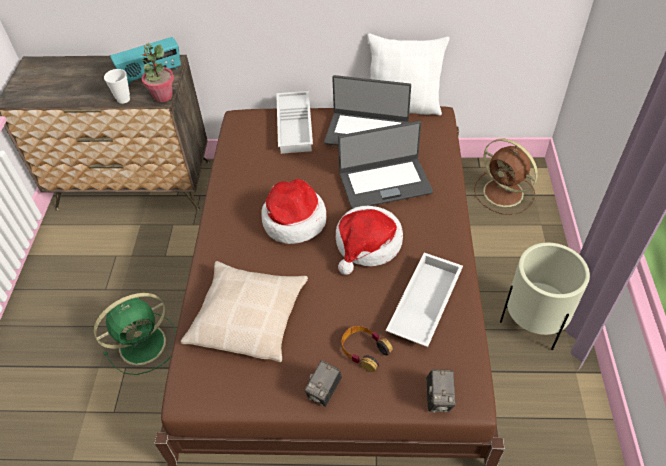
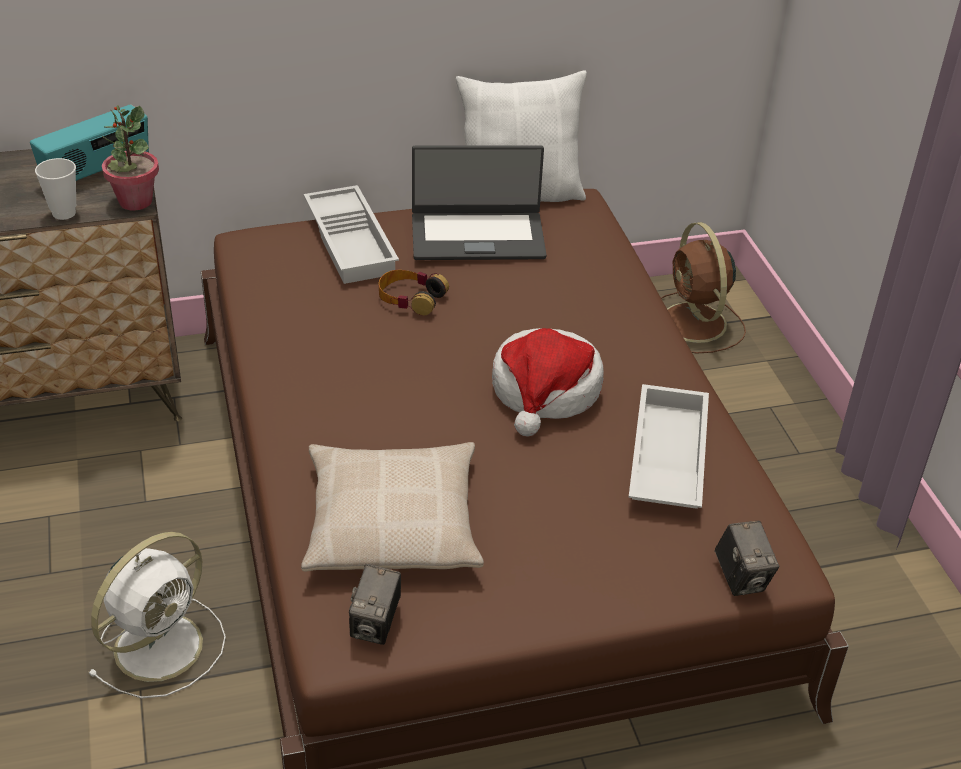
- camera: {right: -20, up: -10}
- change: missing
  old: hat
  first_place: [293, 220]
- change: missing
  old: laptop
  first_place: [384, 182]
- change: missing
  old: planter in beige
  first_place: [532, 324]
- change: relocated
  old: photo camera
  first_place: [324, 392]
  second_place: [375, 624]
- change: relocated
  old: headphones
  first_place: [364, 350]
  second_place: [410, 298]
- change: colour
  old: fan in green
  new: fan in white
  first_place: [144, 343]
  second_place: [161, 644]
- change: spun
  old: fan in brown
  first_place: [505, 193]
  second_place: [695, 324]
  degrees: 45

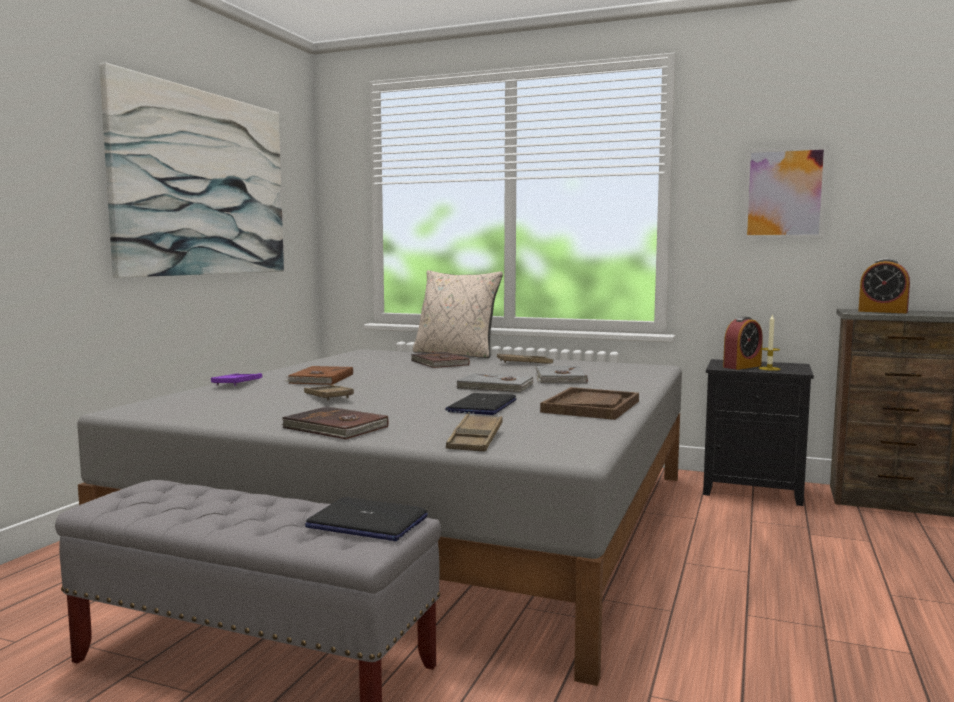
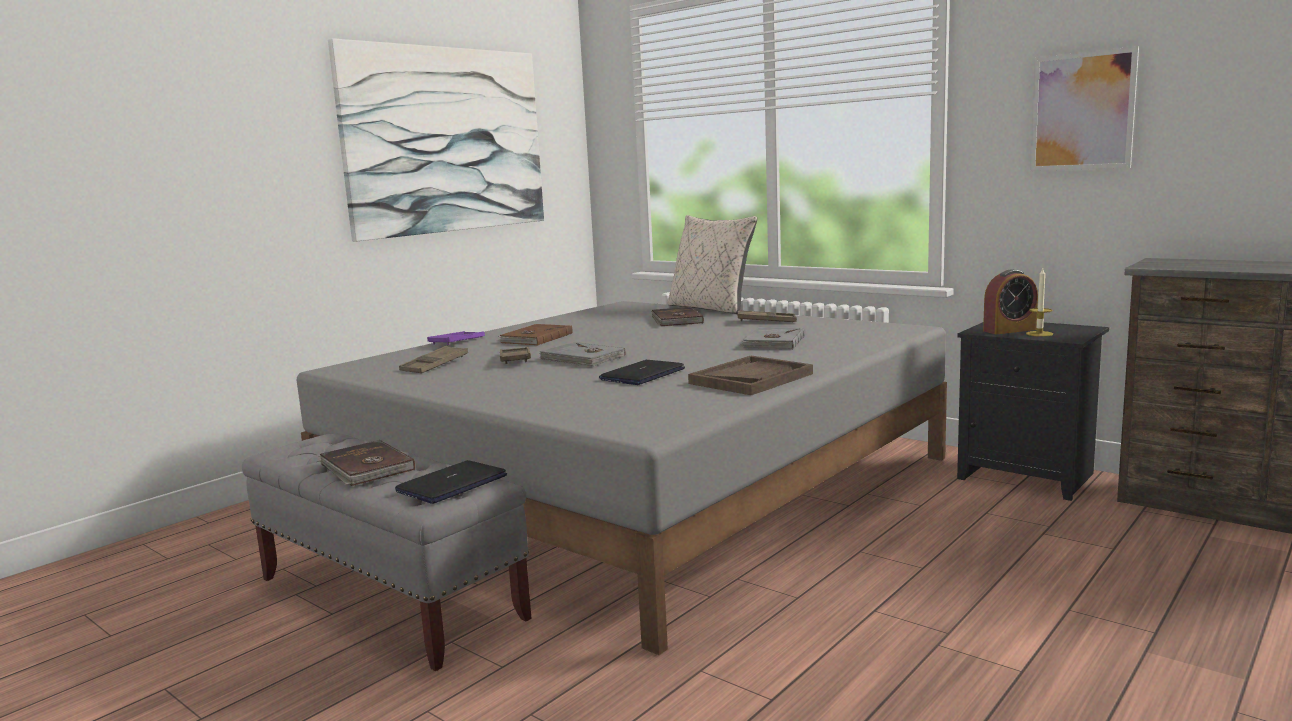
- camera: {right: 20, up: 5}
- change: missing
  old: alarm clock
  first_place: [882, 311]
- change: relocated
  old: book in brown
  first_place: [335, 428]
  second_place: [365, 468]
- change: relocated
  old: tray in brown
  first_place: [475, 440]
  second_place: [435, 365]
- change: relocated
  old: book in grey
  first_place: [495, 387]
  second_place: [582, 359]
- change: spun
  old: laptop
  first_place: [366, 522]
  second_place: [452, 484]
  degrees: 90

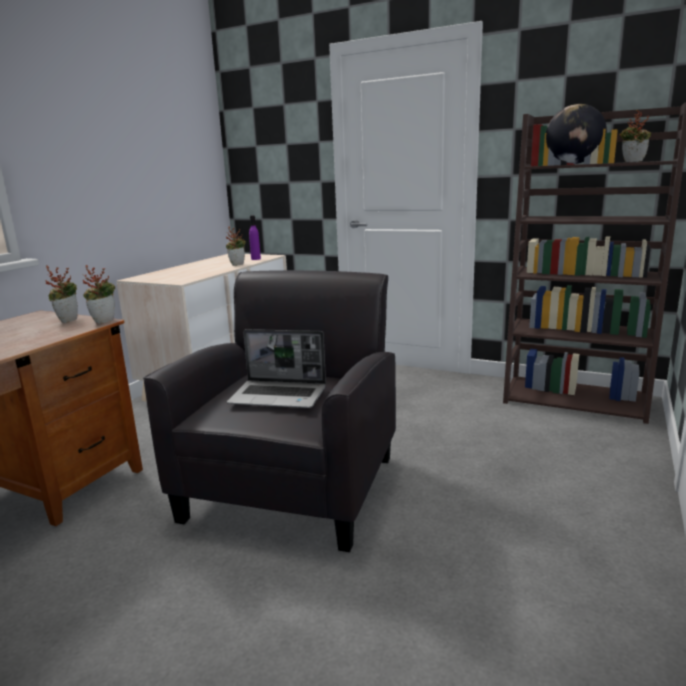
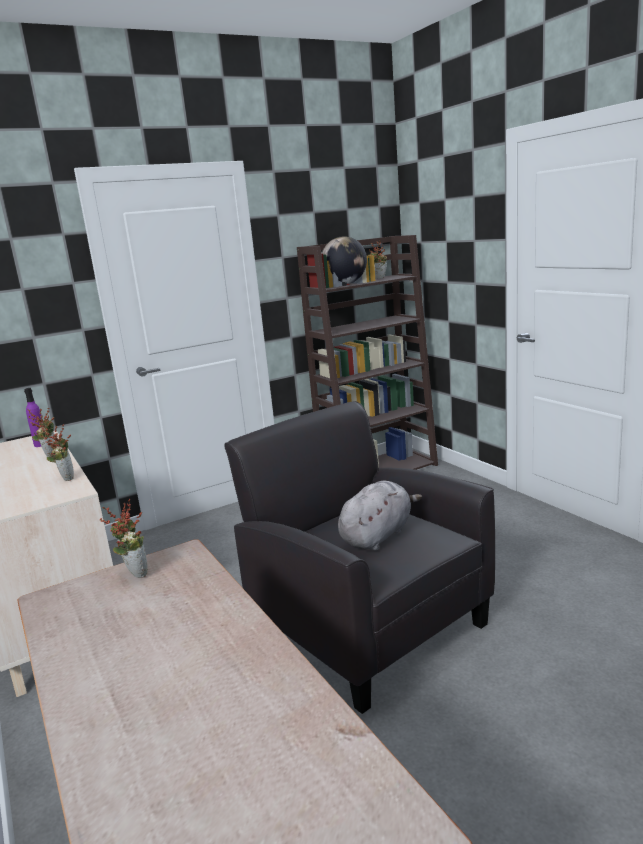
- camera: {right: -55, up: 0}
- change: relocated
  old: potted plant
  first_place: [104, 321]
  second_place: [65, 478]
- change: exchanged
  old: laptop
  new: plush toy in grey
  first_place: [280, 396]
  second_place: [378, 535]

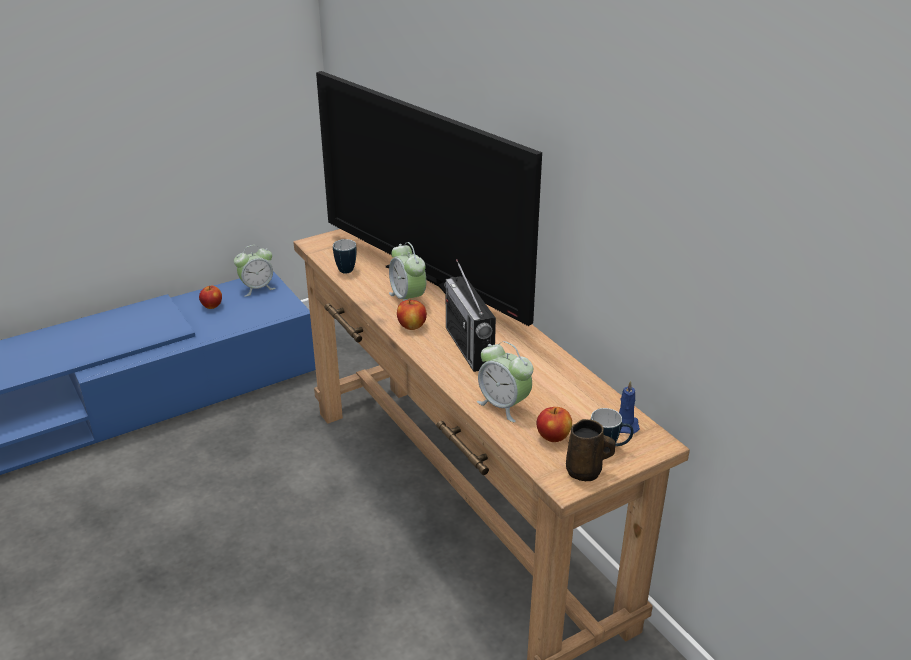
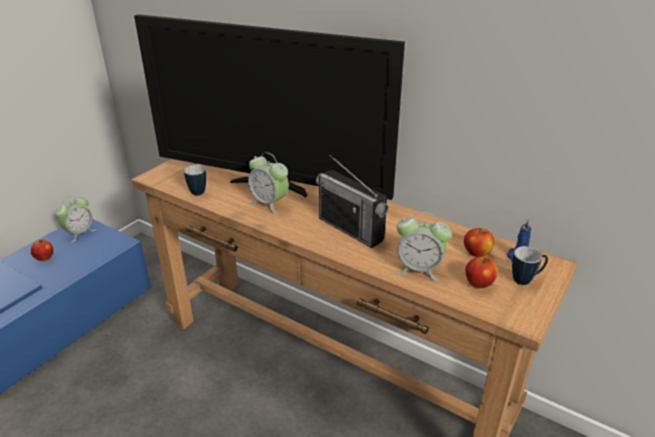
- camera: {right: -25, up: 0}
- change: missing
  old: mug in brown
  first_place: [586, 472]
- change: relocated
  old: apple
  first_place: [412, 326]
  second_place: [477, 253]

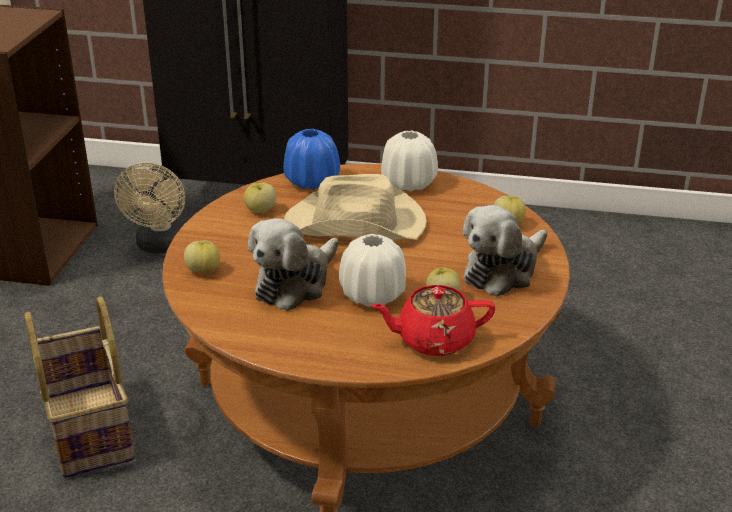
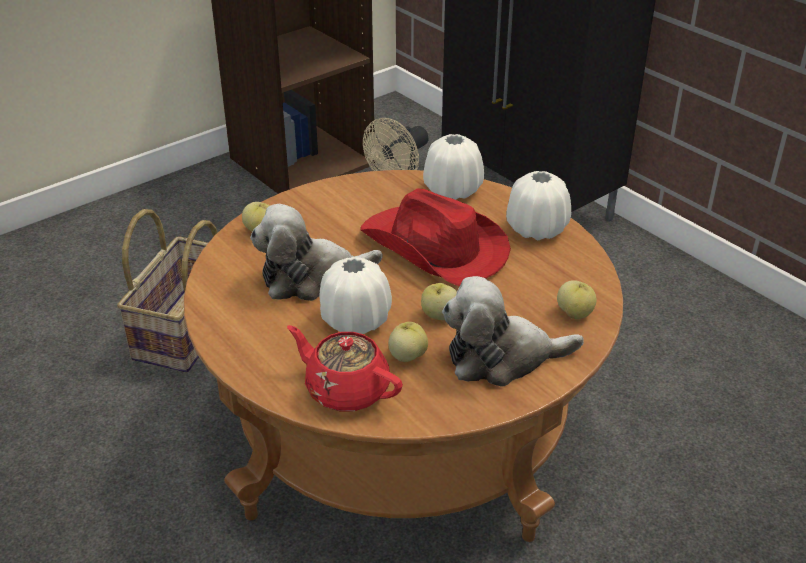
- camera: {right: 40, up: 5}
- change: relocated
  old: apple
  first_place: [260, 210]
  second_place: [439, 316]
- change: colour
  old: vase in blue
  new: vase in white
  first_place: [311, 182]
  second_place: [452, 190]
- change: colour
  old: hat in beige
  new: hat in red
  first_place: [356, 224]
  second_place: [434, 248]

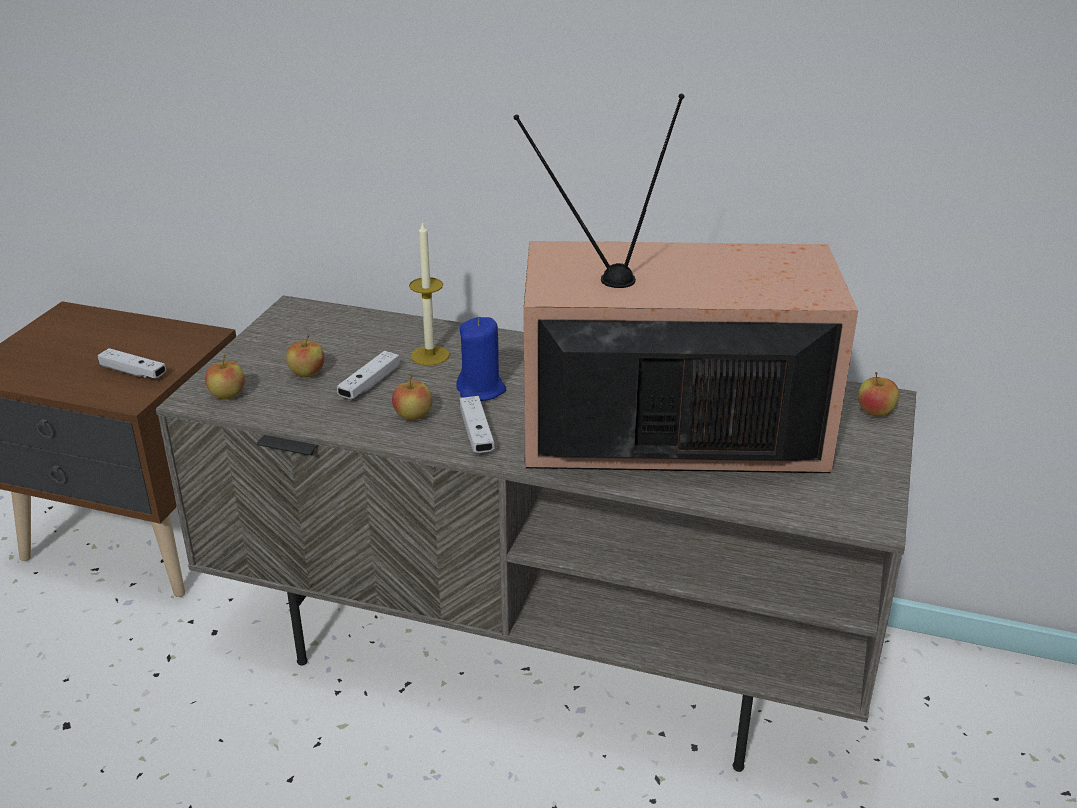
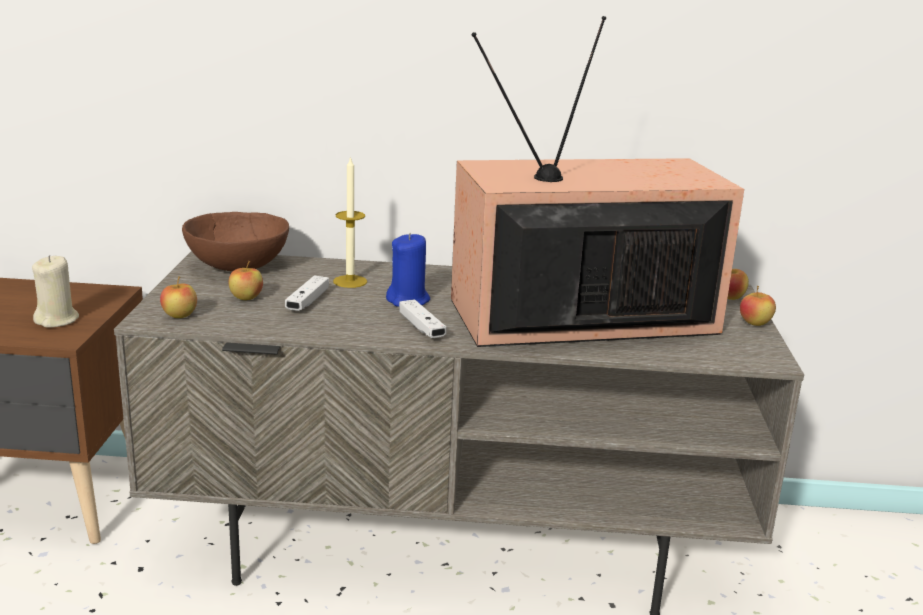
- camera: {right: -15, up: -10}
- change: appeared
  new: bowl in brown
  second_place: [236, 267]
- change: relocated
  old: apple
  first_place: [413, 416]
  second_place: [754, 323]
- change: exchanged
  old: game controller in white
  new: candle in beige
  first_place: [133, 372]
  second_place: [57, 320]

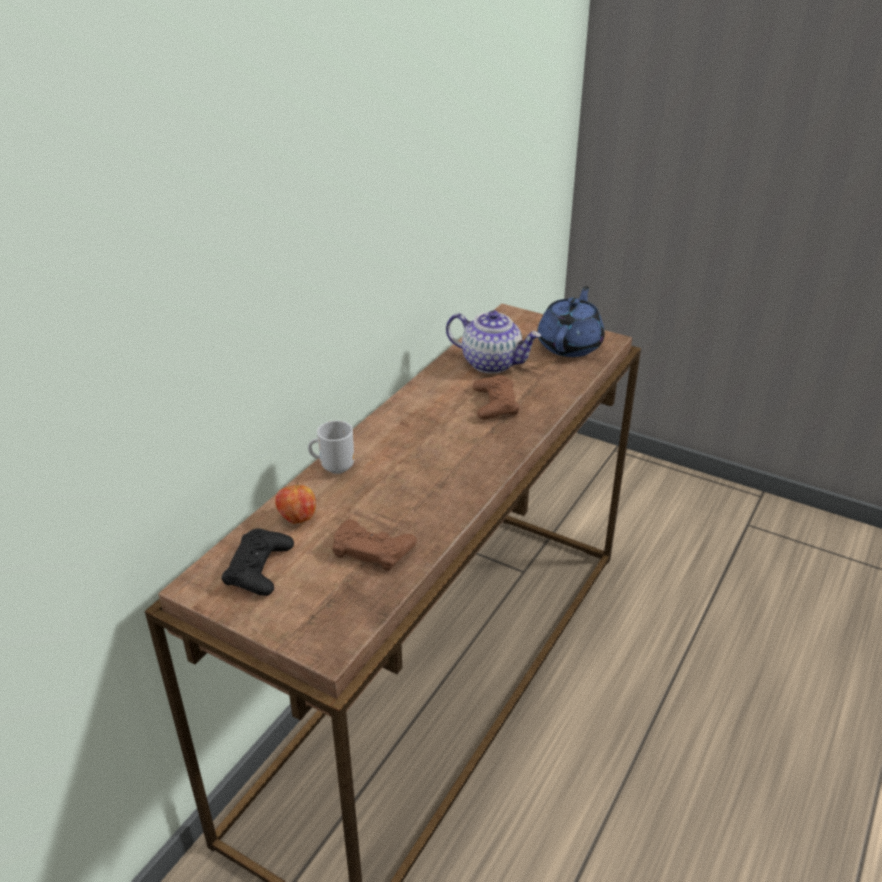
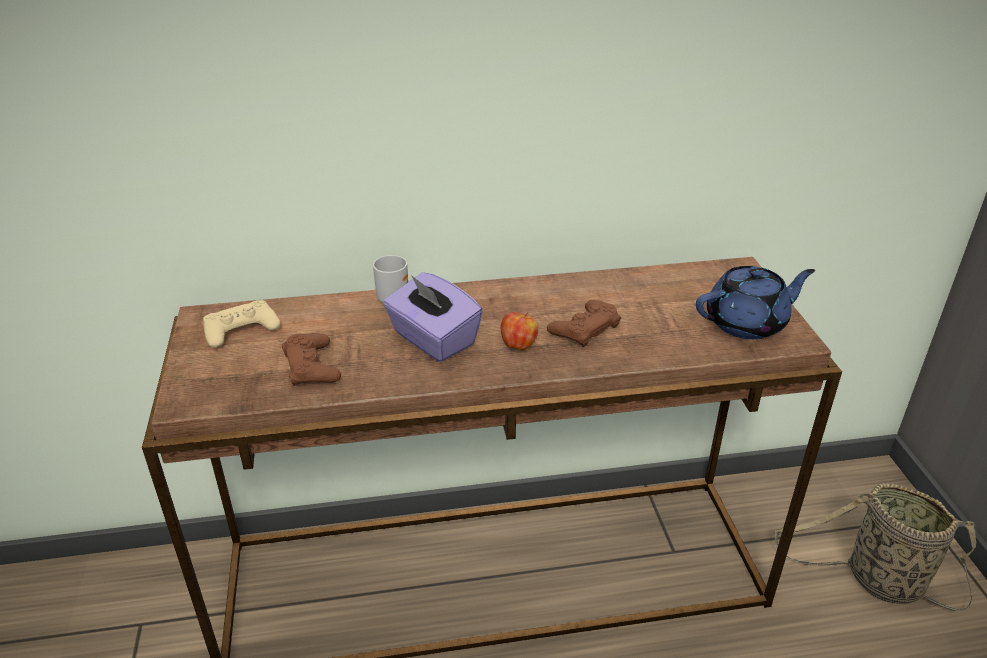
- camera: {right: 50, up: 0}
- change: missing
  old: teapot
  first_place: [492, 363]
- change: appeared
  new: tissue box in purple
  second_place: [432, 339]
- change: appeared
  new: basket
  second_place: [877, 580]
- change: relocated
  old: apple
  first_place: [297, 518]
  second_place: [518, 345]
- change: colour
  old: game controller in black
  new: game controller in beige
  first_place: [259, 568]
  second_place: [241, 330]

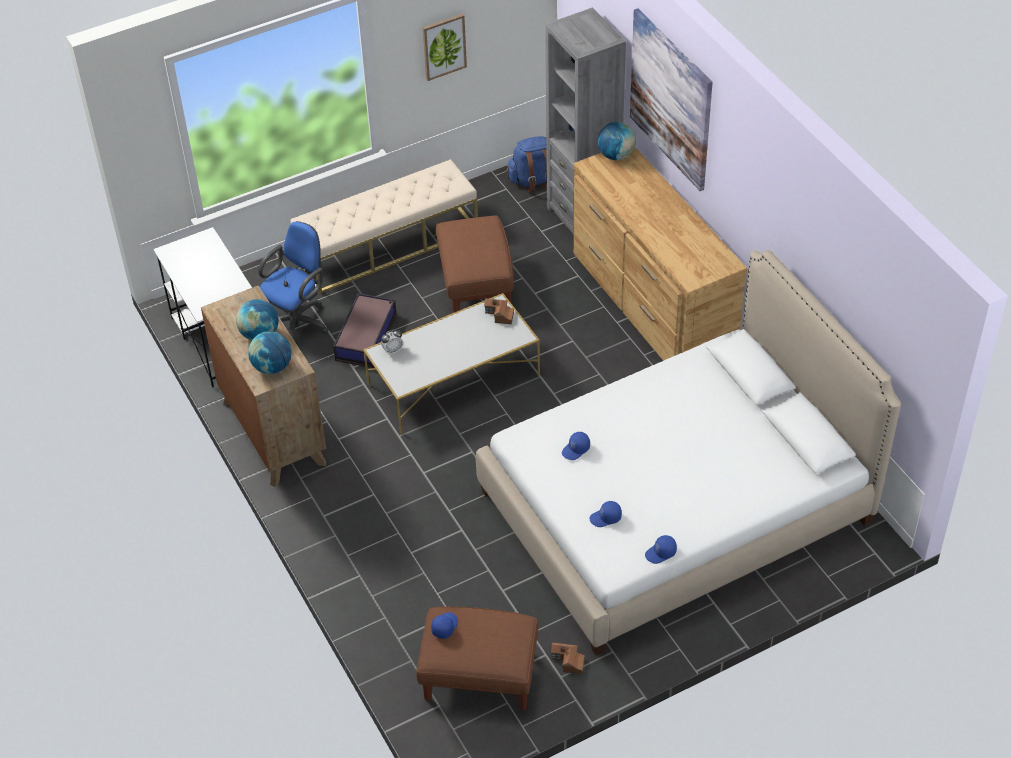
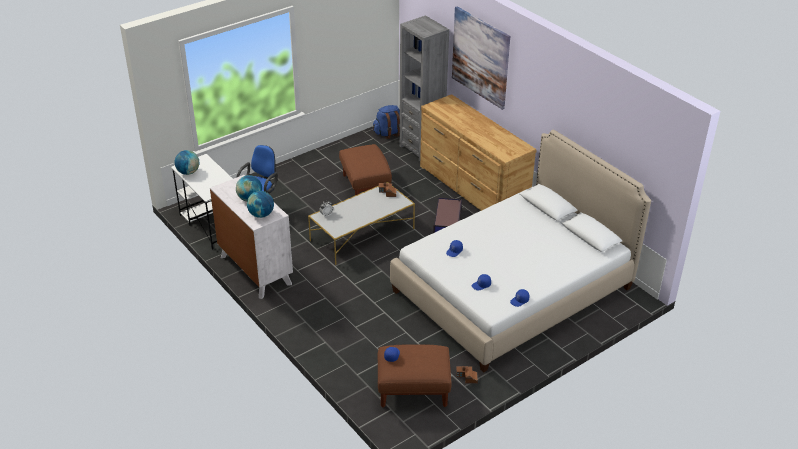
- camera: {right: -10, up: -10}
- change: missing
  old: bench in beige
  first_place: [388, 245]
- change: missing
  old: picture
  first_place: [444, 46]
- change: relocated
  old: storage box
  first_place: [367, 336]
  second_place: [447, 222]
- change: relocated
  old: globe
  first_place: [616, 155]
  second_place: [188, 172]
- change: colour
  old: dresser in brown
  new: dresser in white
  first_place: [273, 432]
  second_place: [255, 270]

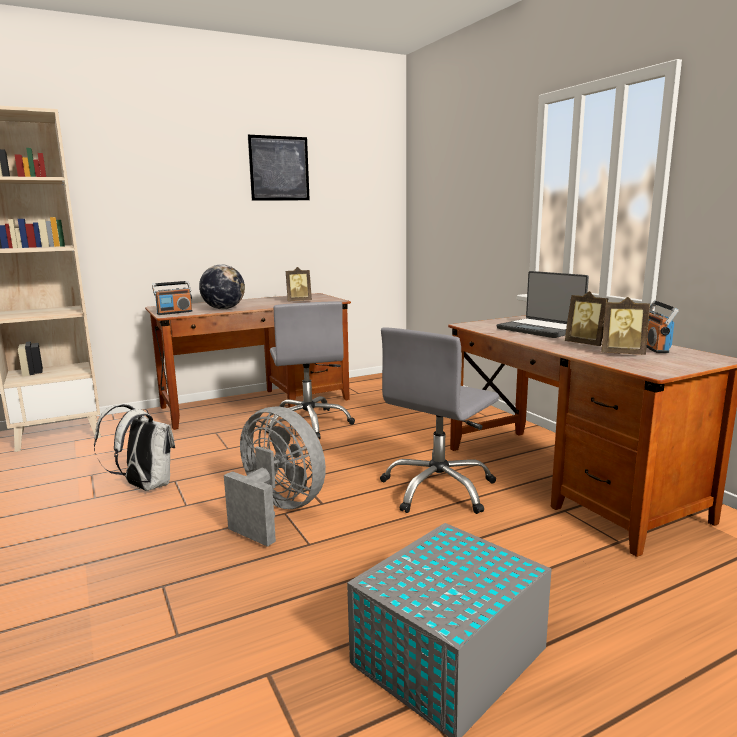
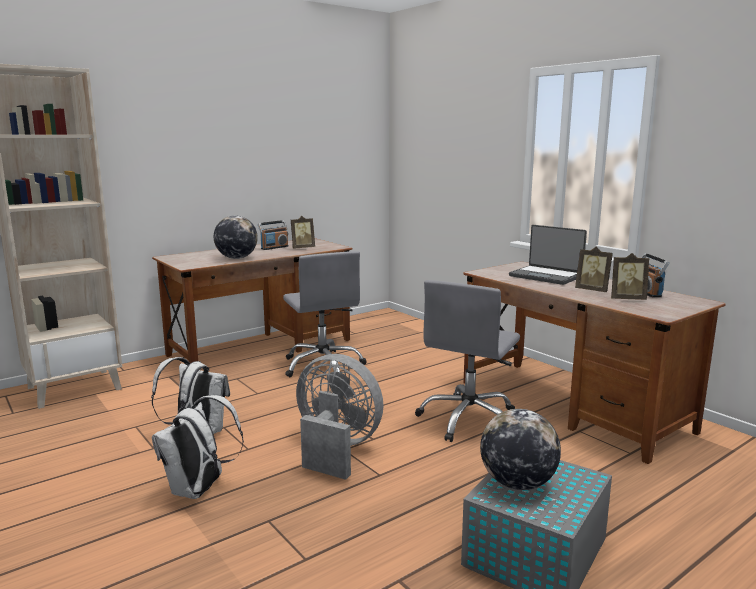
- camera: {right: -10, up: 0}
- change: missing
  old: picture
  first_place: [279, 168]
- change: appeared
  new: backpack in white
  second_place: [199, 490]
- change: appeared
  new: globe
  second_place: [517, 483]
- change: relocated
  old: radio
  first_place: [174, 312]
  second_place: [274, 247]

